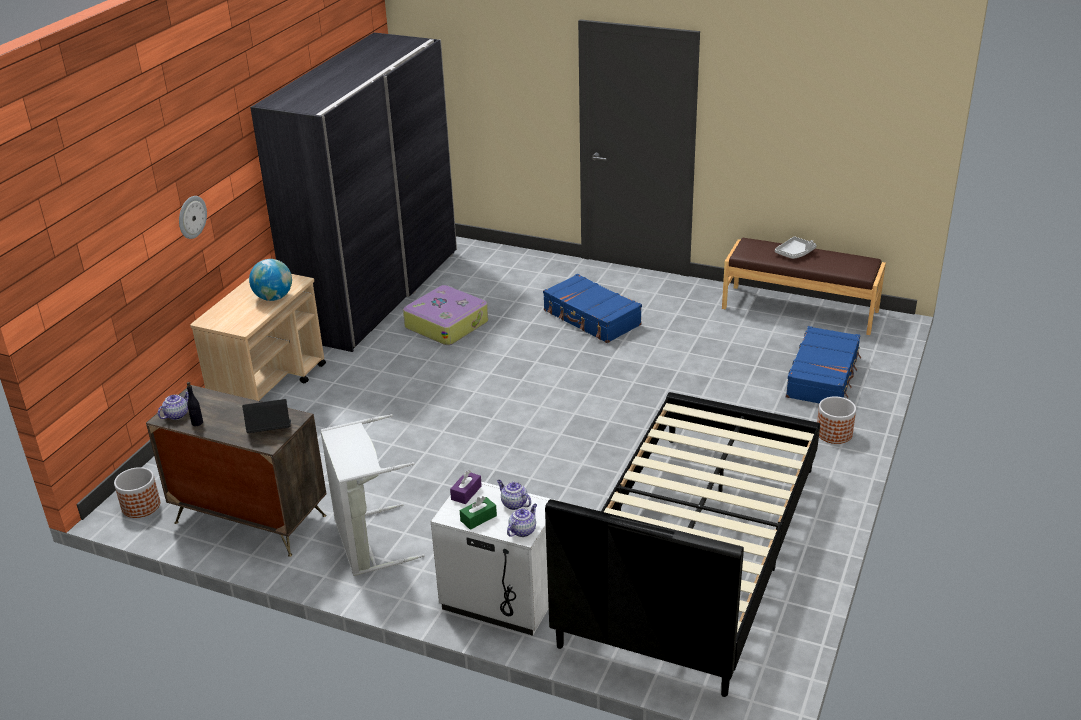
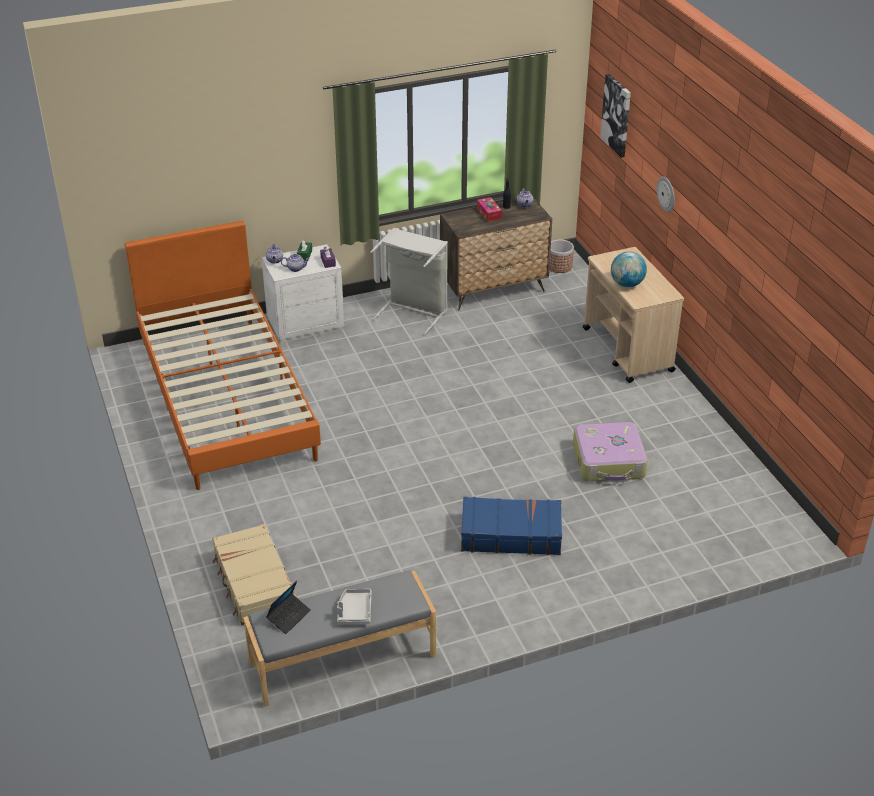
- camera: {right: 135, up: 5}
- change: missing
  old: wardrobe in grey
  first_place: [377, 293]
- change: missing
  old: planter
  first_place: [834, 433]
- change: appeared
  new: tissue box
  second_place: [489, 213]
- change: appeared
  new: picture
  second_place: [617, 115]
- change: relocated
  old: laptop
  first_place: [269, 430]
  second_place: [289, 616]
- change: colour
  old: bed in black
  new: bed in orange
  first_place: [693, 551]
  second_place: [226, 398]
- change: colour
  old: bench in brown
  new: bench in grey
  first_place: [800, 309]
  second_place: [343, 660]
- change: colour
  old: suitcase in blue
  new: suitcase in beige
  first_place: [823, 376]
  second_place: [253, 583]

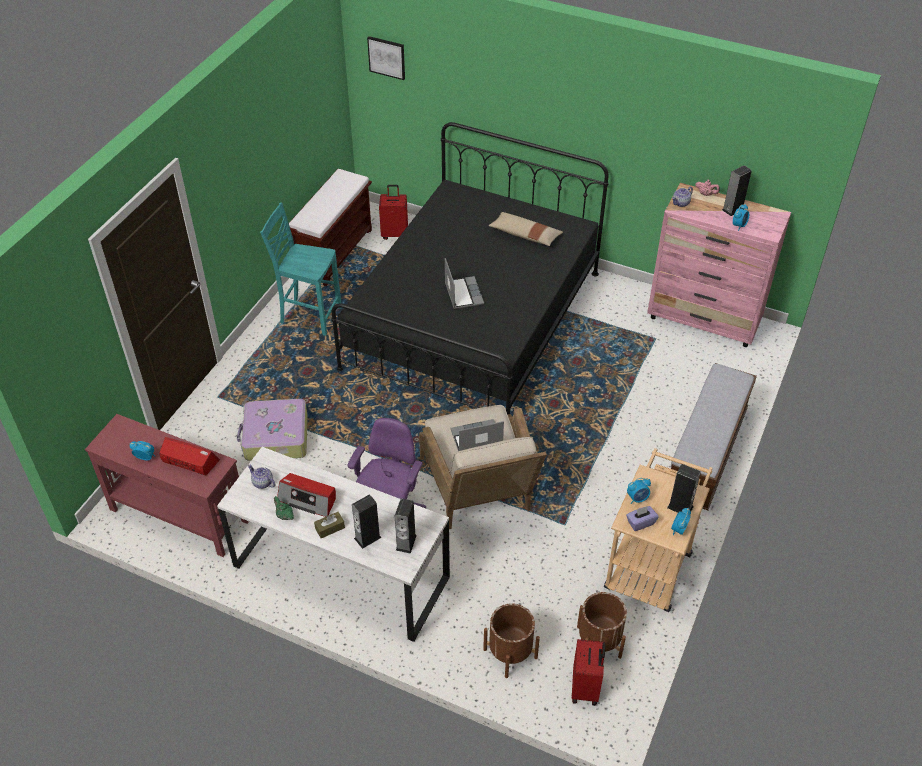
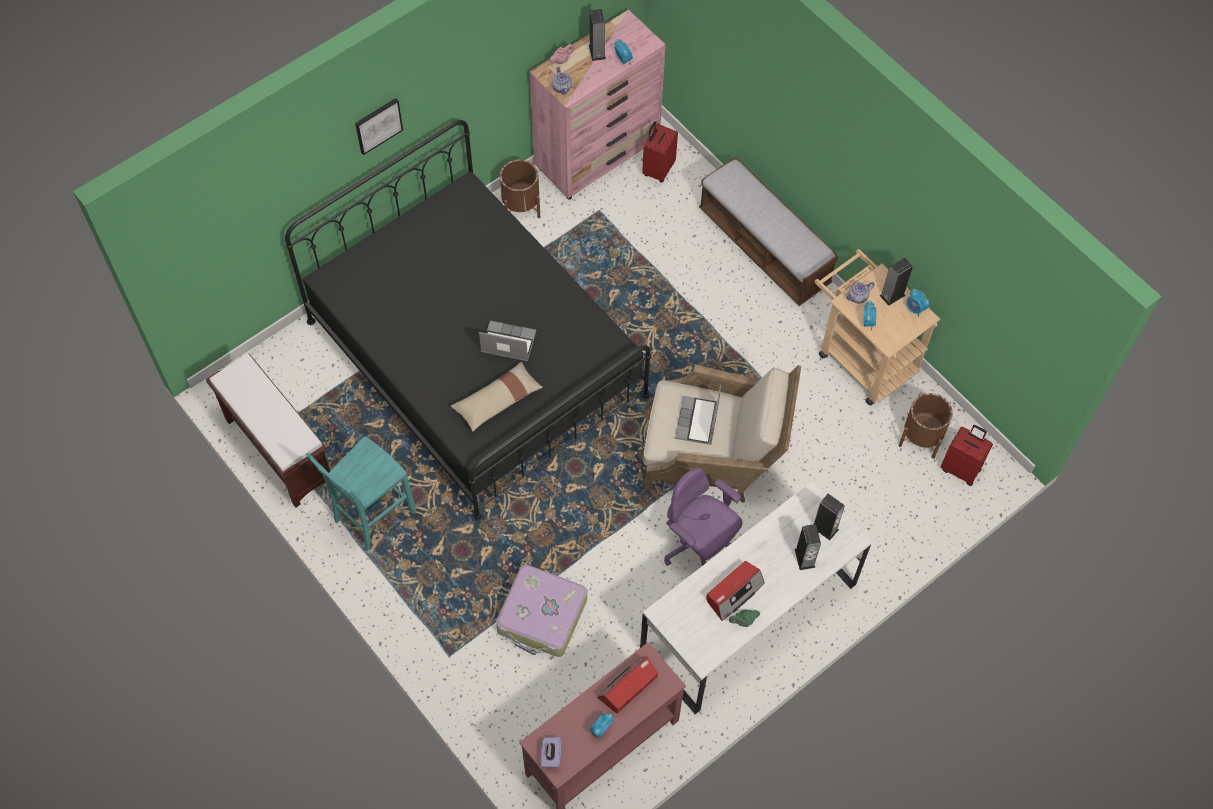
- camera: {right: -65, up: 15}
- change: missing
  old: tissue box in brown
  first_place: [330, 528]
- change: relocated
  old: teapot
  first_place: [262, 483]
  second_place: [857, 297]
- change: relocated
  old: picture
  first_place: [387, 57]
  second_place: [378, 125]
- change: relocated
  old: suitcase in red
  first_place: [395, 234]
  second_place: [658, 169]
- change: relocated
  old: planter in brown
  first_place: [510, 653]
  second_place: [520, 205]
- change: relocated
  old: pillow in beige
  first_place: [525, 235]
  second_place: [497, 401]
- change: relocated
  old: tissue box in purple
  first_place: [640, 523]
  second_place: [551, 756]

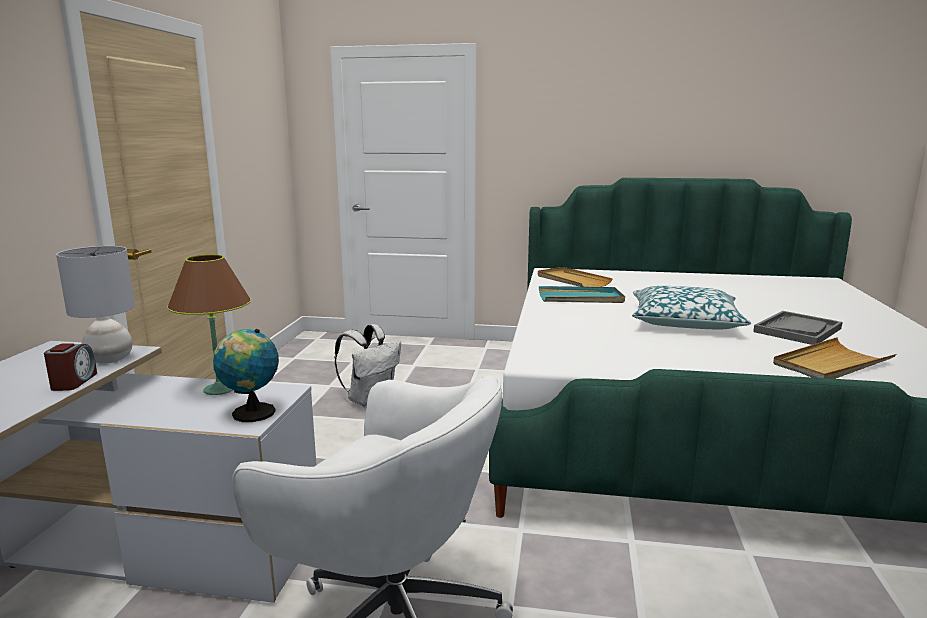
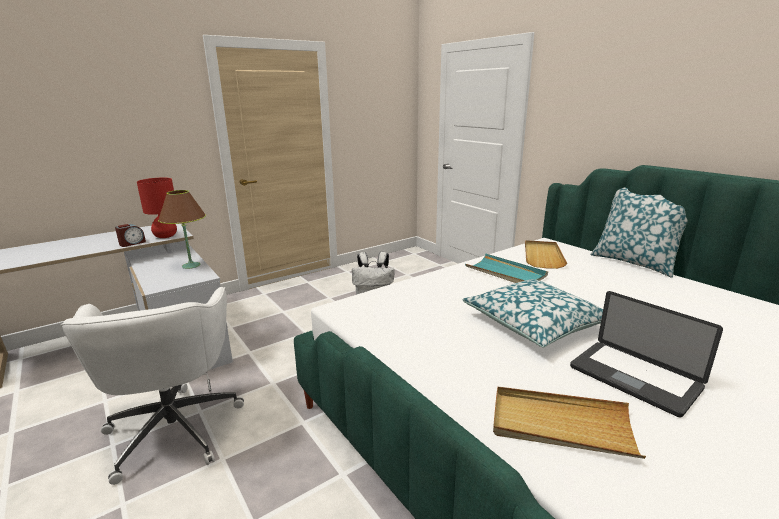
- camera: {right: 45, up: 5}
- change: missing
  old: globe
  first_place: [250, 413]
- change: appeared
  new: pillow
  second_place: [635, 262]
- change: exchanged
  old: tray in grey
  new: laptop
  first_place: [797, 330]
  second_place: [634, 378]
- change: colour
  old: table lamp in grey
  new: table lamp in red
  first_place: [109, 359]
  second_place: [165, 236]

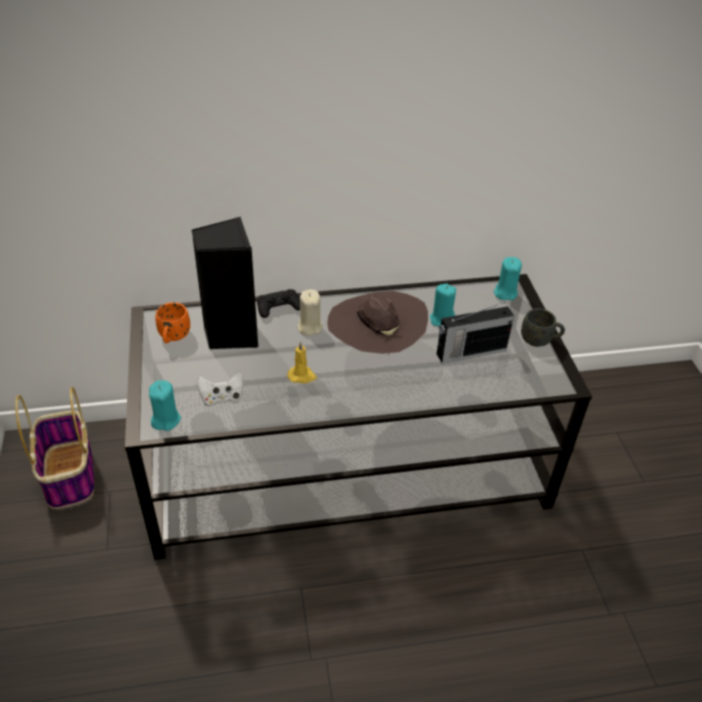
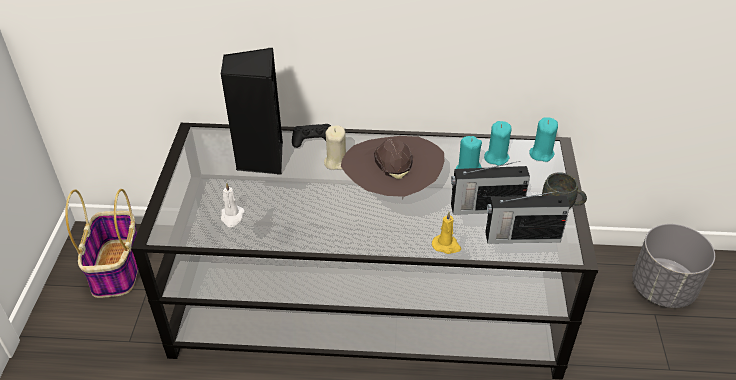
- camera: {right: 15, up: 0}
- change: missing
  old: mug in orange
  first_place: [173, 337]
- change: appeared
  new: radio
  second_place: [521, 237]
- change: appeared
  new: planter in grey
  second_place: [663, 289]
- change: relocated
  old: candle in turquoise
  first_place: [166, 419]
  second_place: [496, 157]
- change: relocated
  old: candle in yellow
  first_place: [302, 376]
  second_place: [446, 245]
- change: exchanged
  old: game controller in white
  new: candle in white
  first_place: [222, 398]
  second_place: [232, 217]

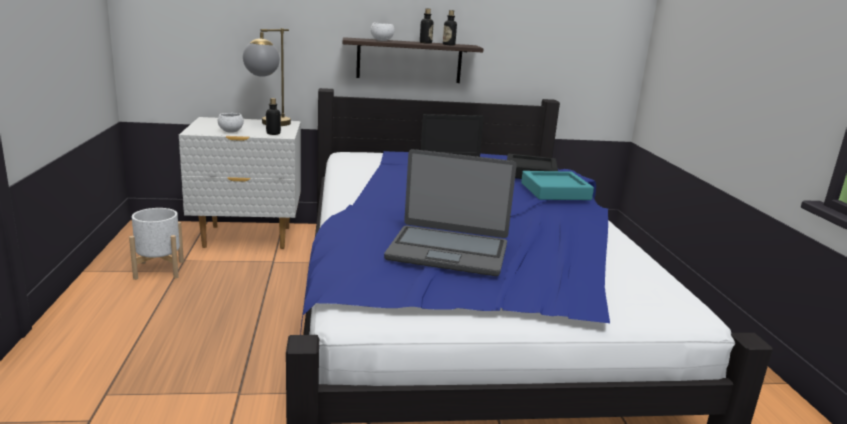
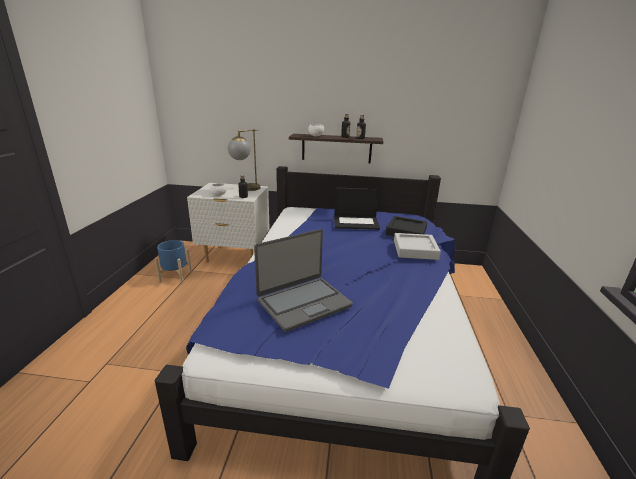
- camera: {right: 15, up: 5}
- change: colour
  old: planter in white
  new: planter in blue
  first_place: [159, 270]
  second_place: [175, 276]
- change: colour
  old: tray in turquoise
  new: tray in grey
  first_place: [555, 191]
  second_place: [415, 250]
- change: spun
  old: laptop
  first_place: [448, 251]
  second_place: [303, 303]
  degrees: -60

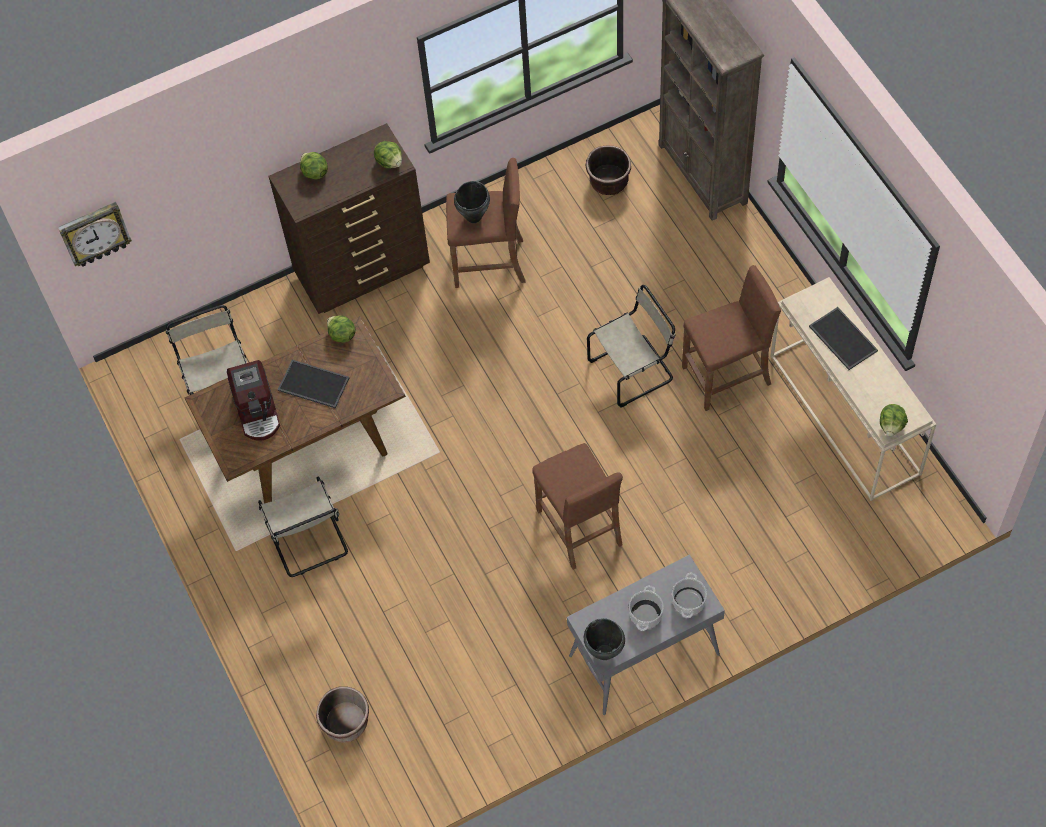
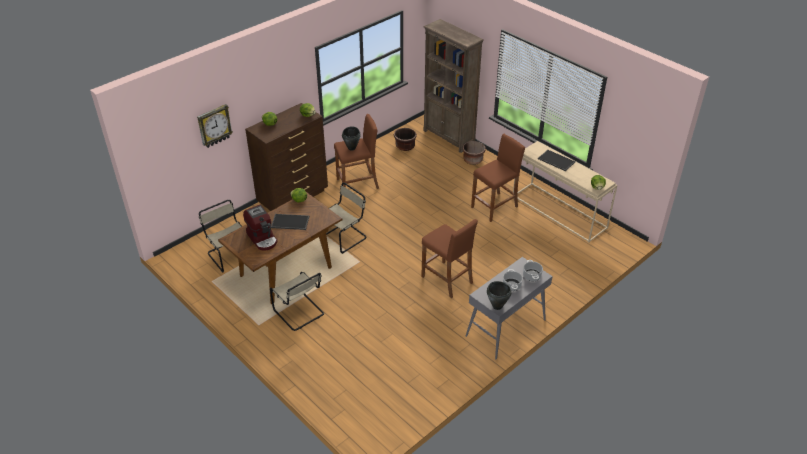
- camera: {right: -20, up: -20}
- change: relocated
  old: wall clock
  first_place: [94, 234]
  second_place: [214, 126]
- change: relocated
  old: planter in brown
  first_place: [346, 723]
  second_place: [473, 160]
- change: relocated
  old: chair in beige
  first_place: [633, 369]
  second_place: [344, 237]

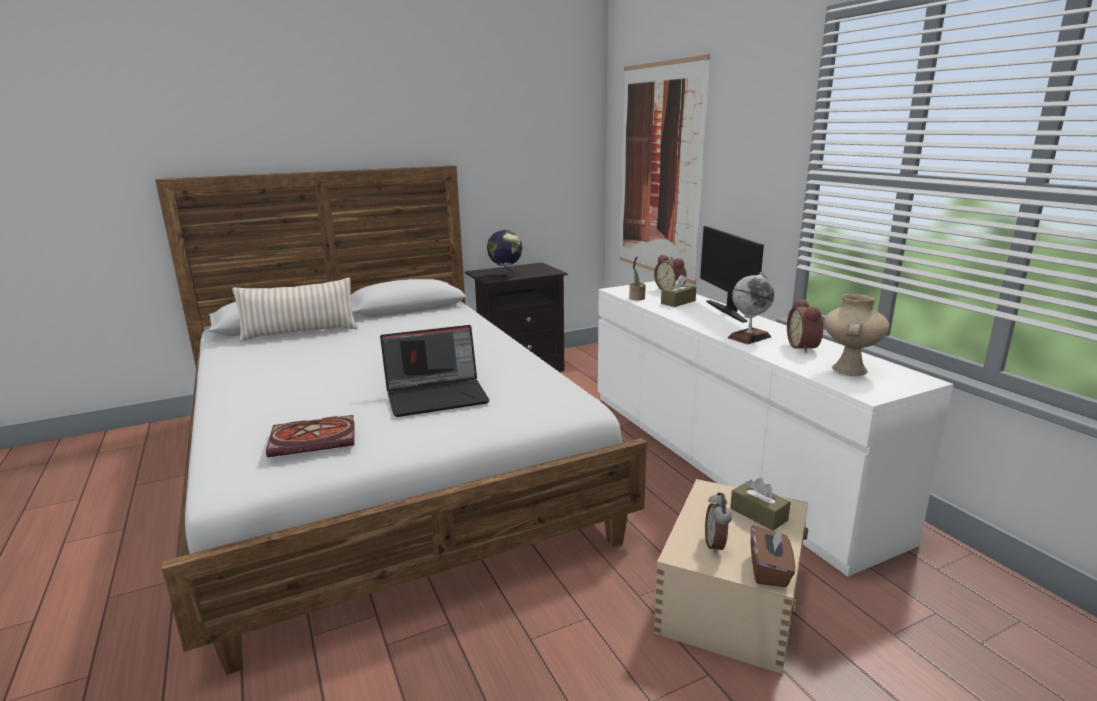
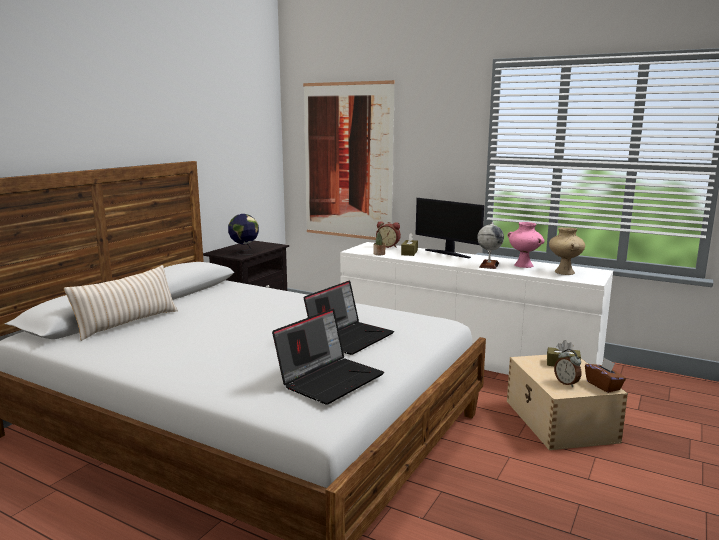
- camera: {right: -35, up: -5}
- change: exchanged
  old: book
  new: laptop
  first_place: [315, 438]
  second_place: [330, 379]
- change: exchanged
  old: alarm clock
  new: vase in pink
  first_place: [804, 347]
  second_place: [524, 265]

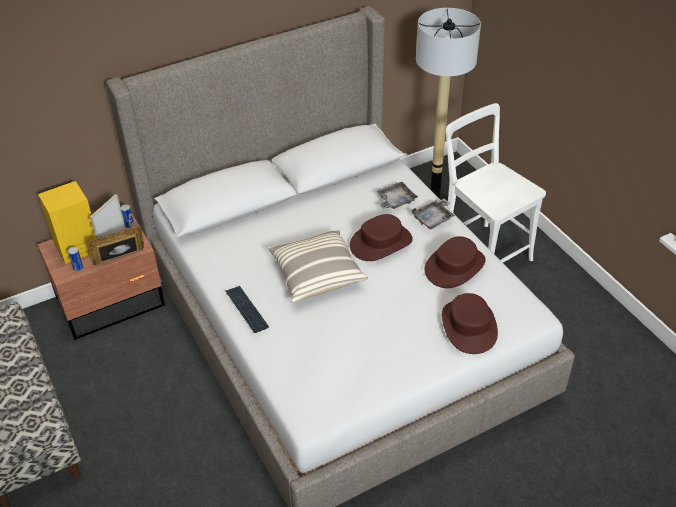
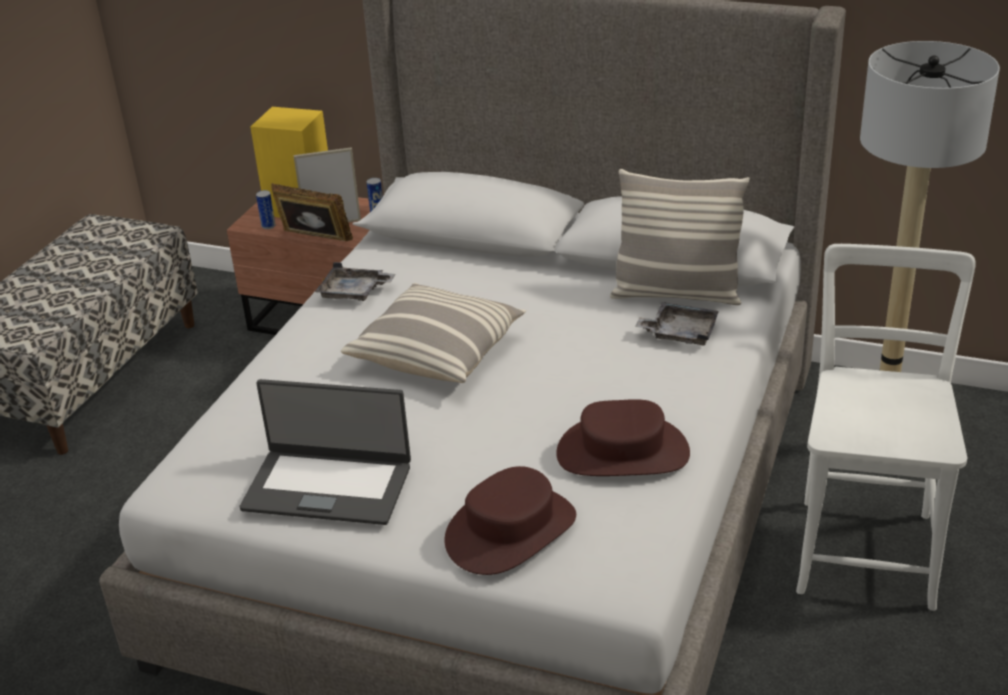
- camera: {right: 50, up: -10}
- change: missing
  old: keyboard
  first_place: [246, 309]
- change: missing
  old: hat in brown
  first_place: [381, 242]
- change: appeared
  new: laptop
  second_place: [328, 486]
- change: appeared
  new: pillow
  second_place: [676, 294]
- change: relocated
  old: tray in grey
  first_place: [433, 219]
  second_place: [354, 292]

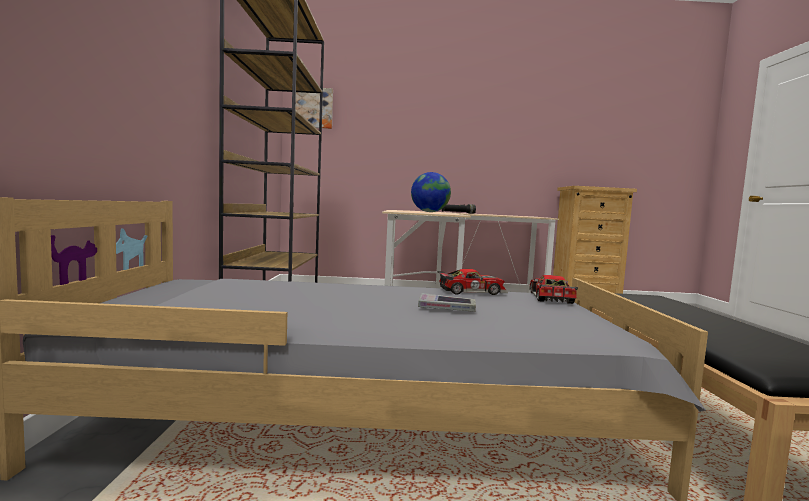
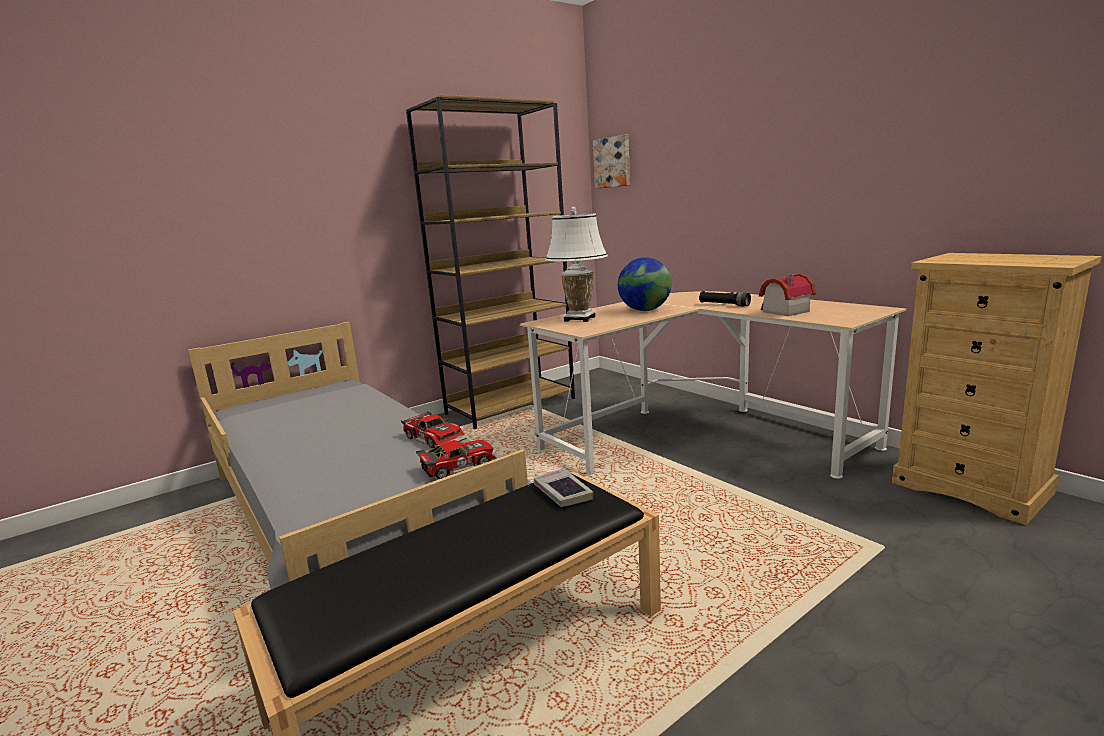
- camera: {right: 55, up: 10}
- change: appeared
  new: table lamp in white
  second_place: [579, 319]
- change: appeared
  new: toy house
  second_place: [782, 311]
- change: relocated
  old: book
  first_place: [447, 308]
  second_place: [562, 493]

